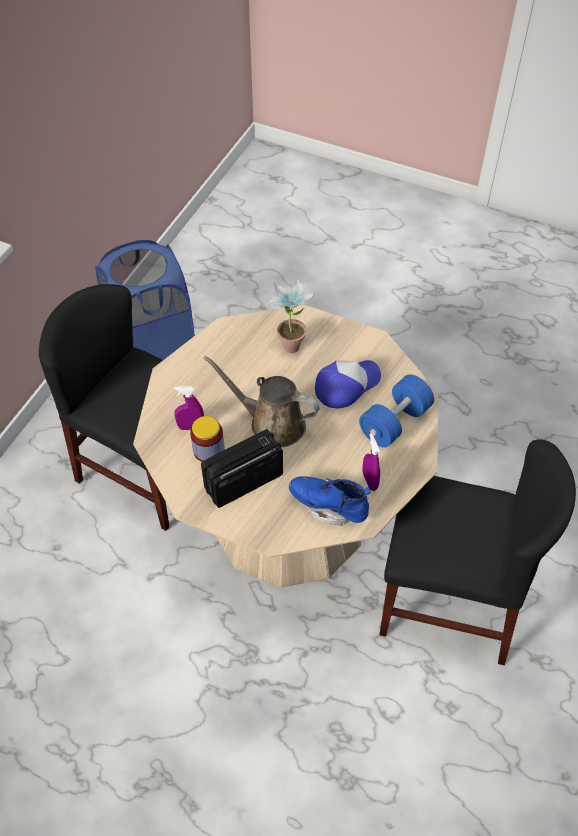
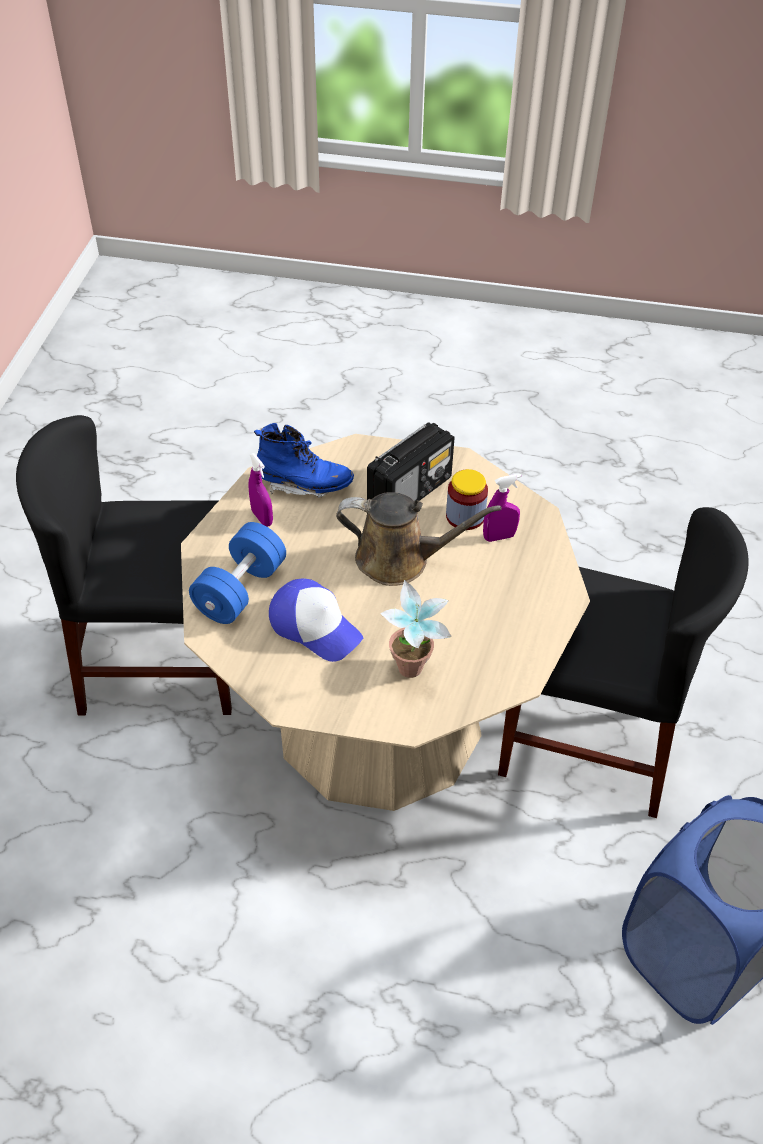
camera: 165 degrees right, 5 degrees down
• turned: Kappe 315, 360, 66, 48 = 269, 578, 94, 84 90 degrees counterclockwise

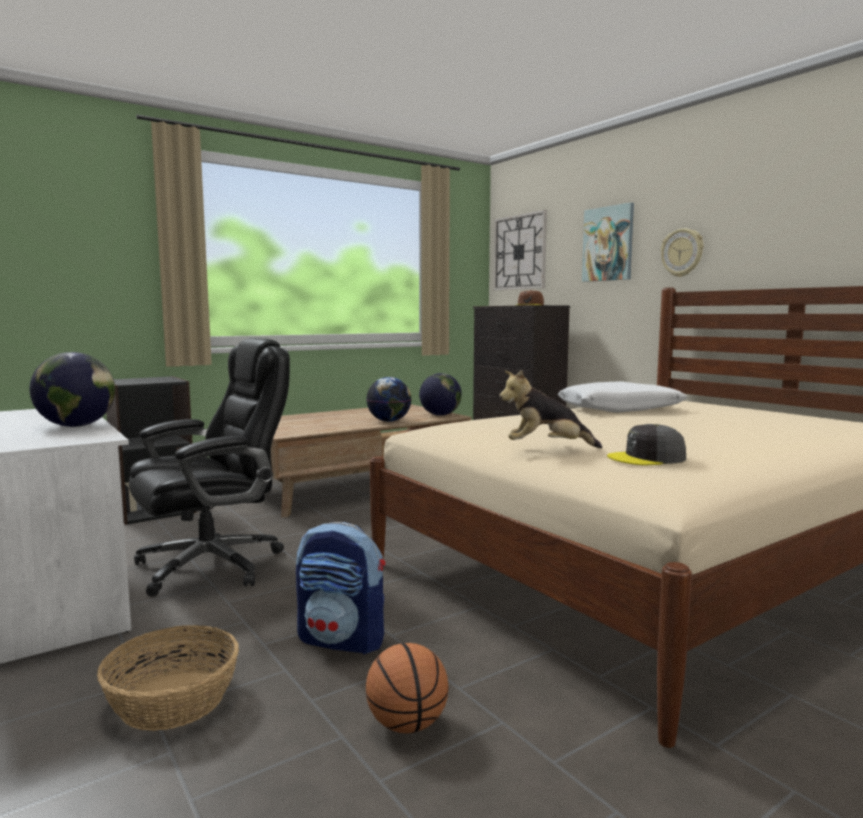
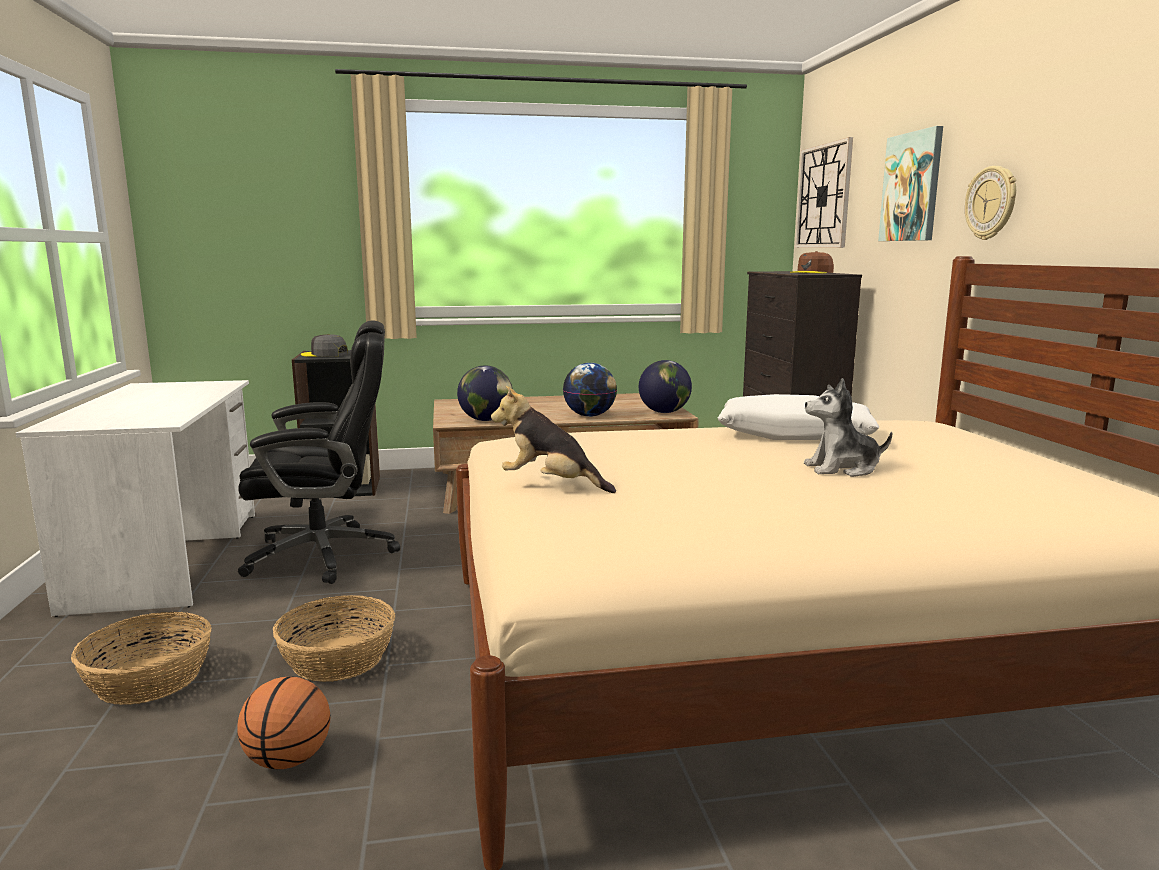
camera: 25 degrees right, 5 degrees up
• moved: Globus 30, 352, 85, 75 to 457, 365, 56, 56
• replaced: Rucksack 296, 522, 89, 132 to Korb 273, 595, 122, 87
• moved: Kappe (grau) 607, 424, 79, 42 to 301, 334, 47, 23
• added: Plüschtier 804, 378, 88, 99

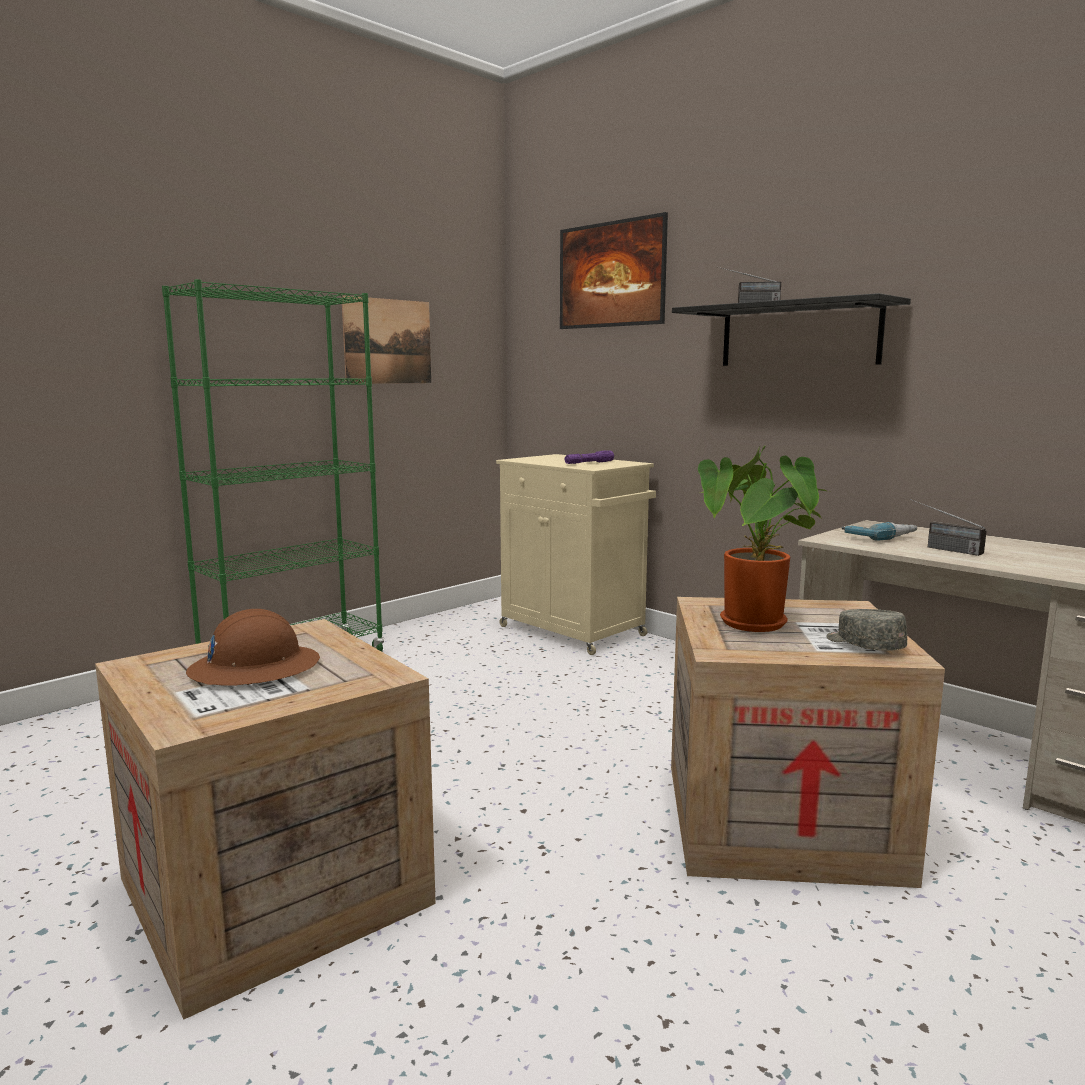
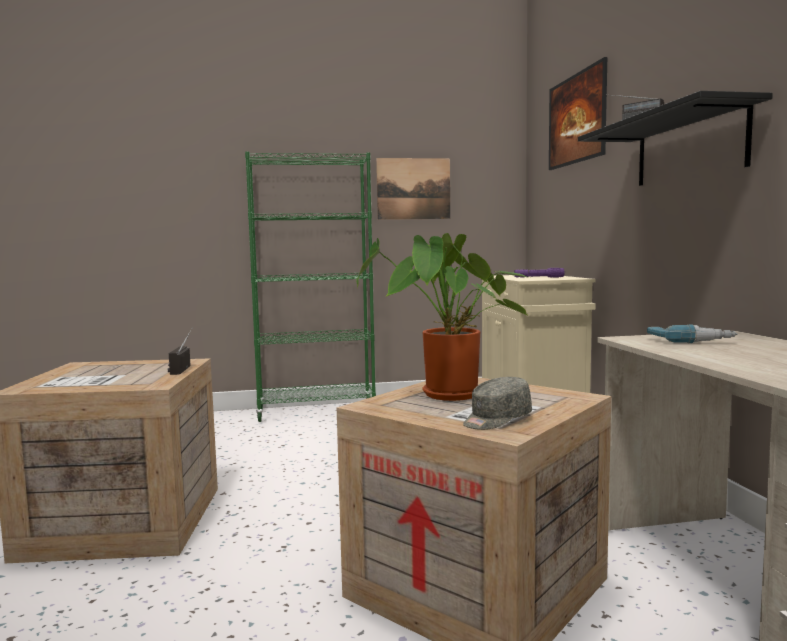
camera: 35 degrees right, 5 degrees down
• removed: Schutzhelm (braun) 186, 609, 134, 77
• turned: Kappe (grau) 827, 609, 80, 42 = 463, 377, 69, 53 135 degrees counterclockwise
• moved: Radio 910, 499, 76, 57 to 168, 327, 25, 48

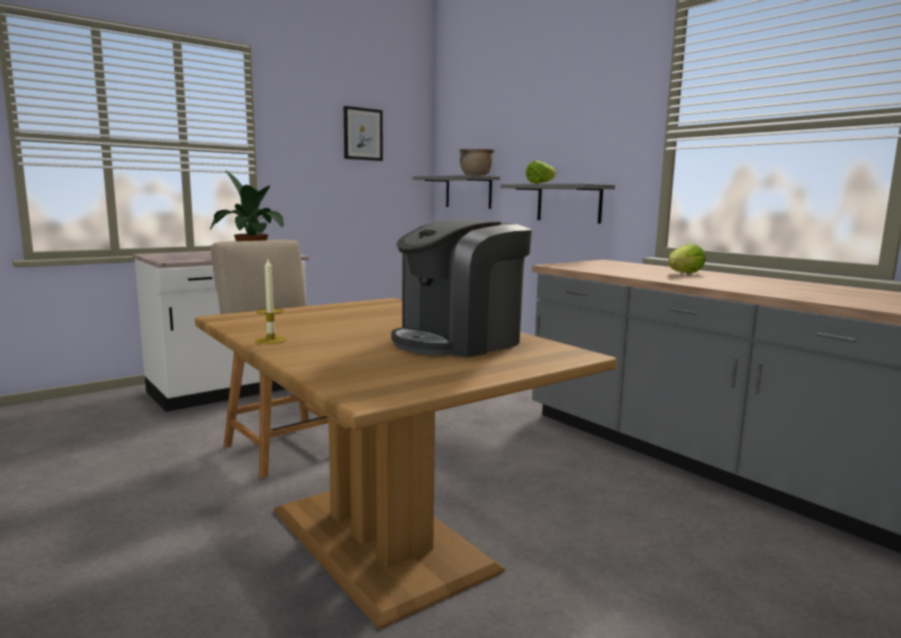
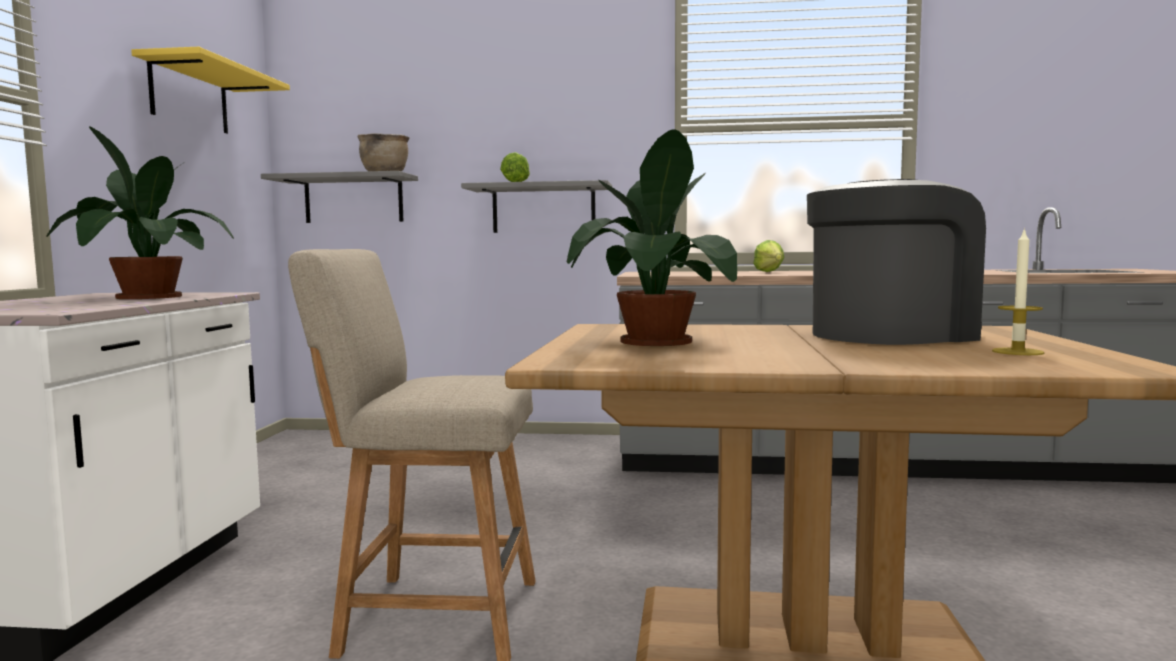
camera: 45 degrees left, 5 degrees down
• moved: Kerze 255, 259, 32, 85 to 992, 228, 52, 127
• replaced: Bild 344, 106, 39, 55 to Wandregal (gelb) 131, 47, 159, 86
• turned: Kaffeemaschine 391, 220, 141, 137 = 807, 179, 179, 166 120 degrees counterclockwise
• added: Topfpflanze 567, 130, 170, 216

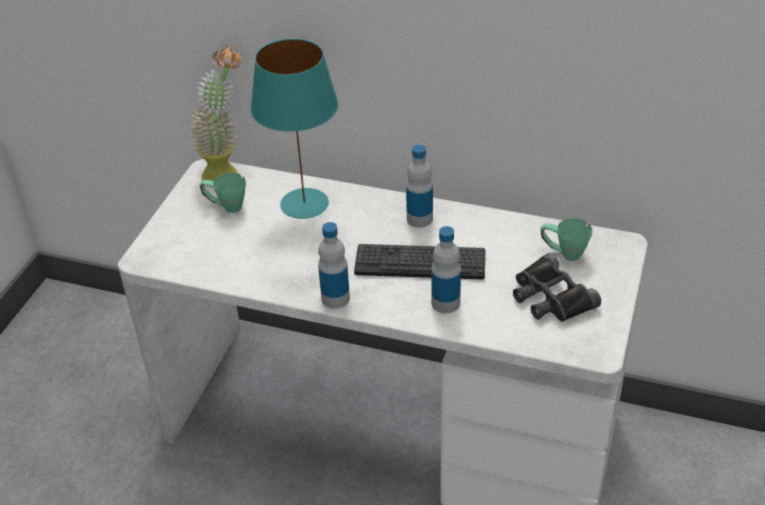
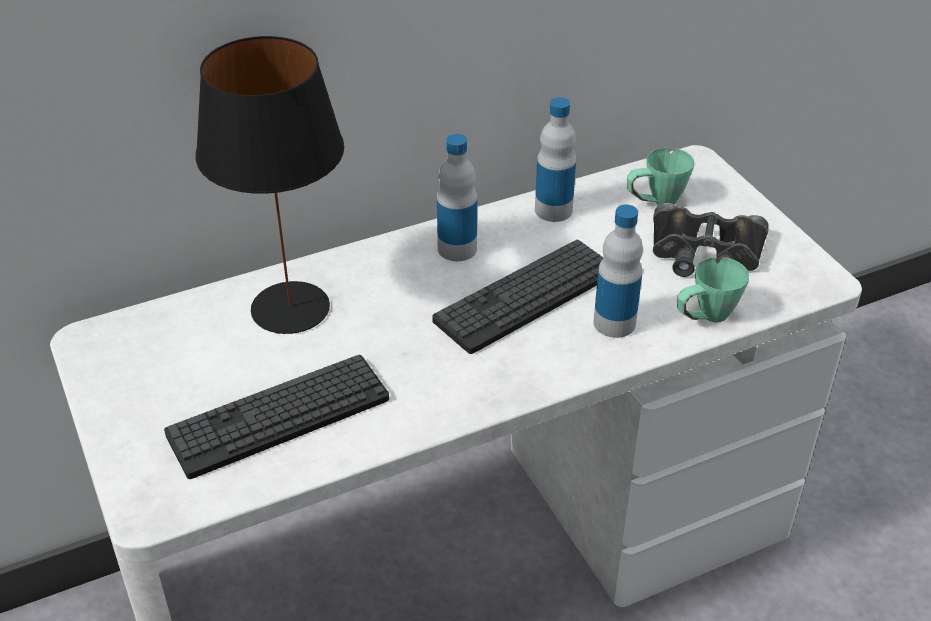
camera: 45 degrees left, 0 degrees up
• removed: Topfpflanze 189, 45, 53, 136
• moved: Henkelbecher (grün) 199, 173, 47, 40 to 677, 257, 72, 65
• recoloured: Tischlampe (türkis) 250, 39, 88, 180 to Tischlampe (schwarz) 196, 36, 148, 298
• moved: Flasche 318, 222, 32, 87 to 535, 97, 41, 125
• added: Tastatur 164, 355, 225, 124

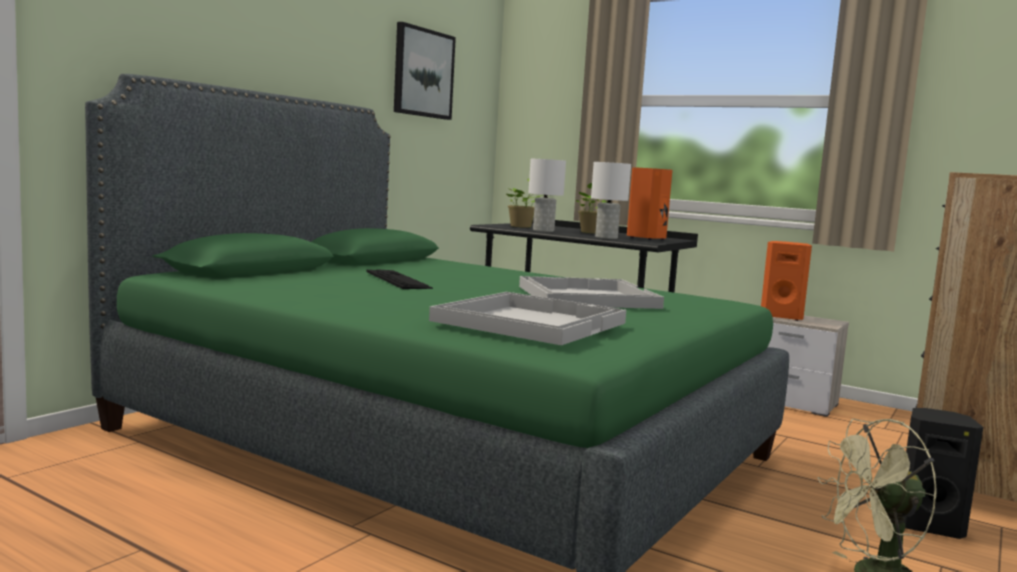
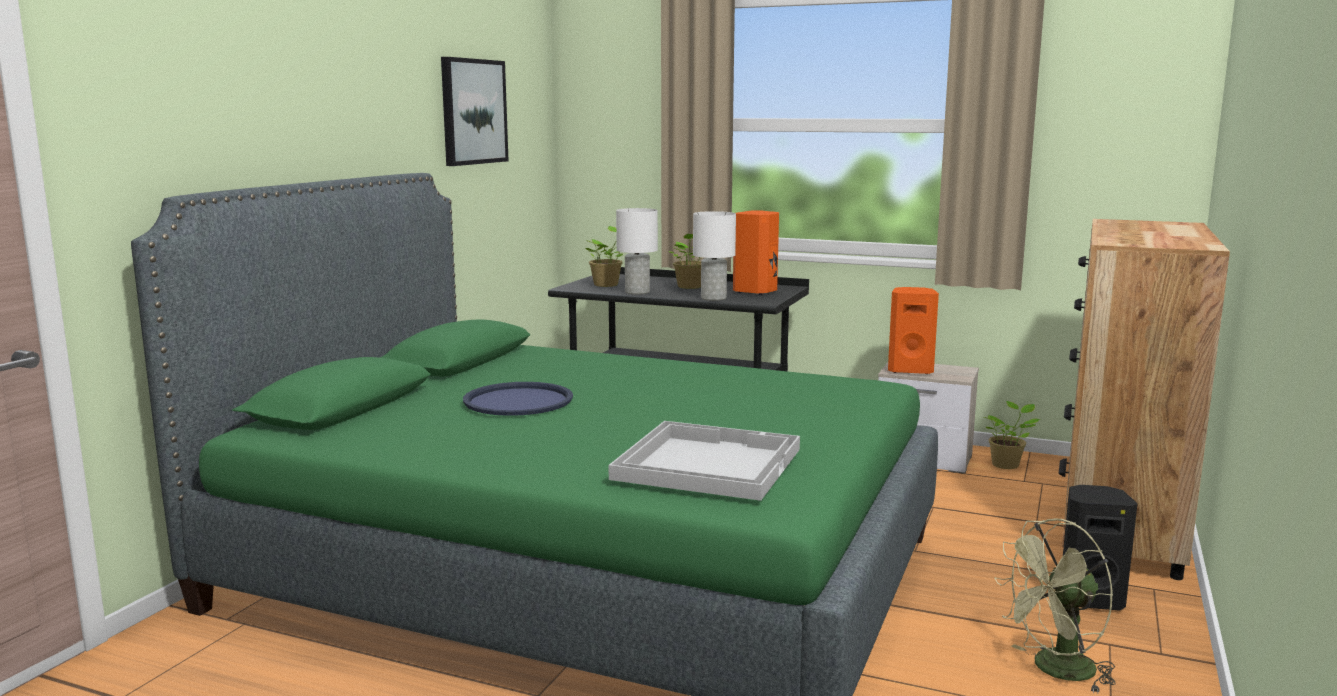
camera: 10 degrees left, 5 degrees up
• replaced: Tastatur 366, 269, 67, 20 to Tablett (blau) 463, 382, 110, 34
• removed: Tablett (weiß) 519, 276, 145, 33
• added: Topfpflanze 984, 401, 56, 68

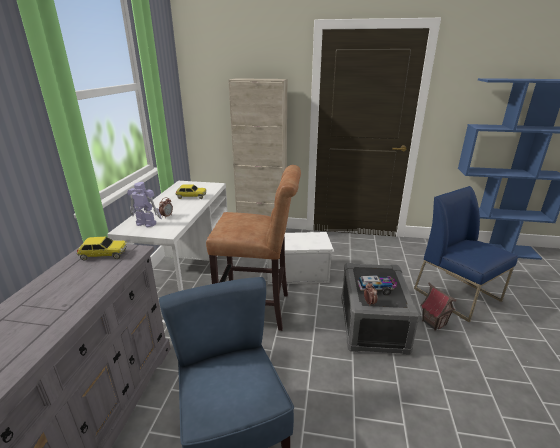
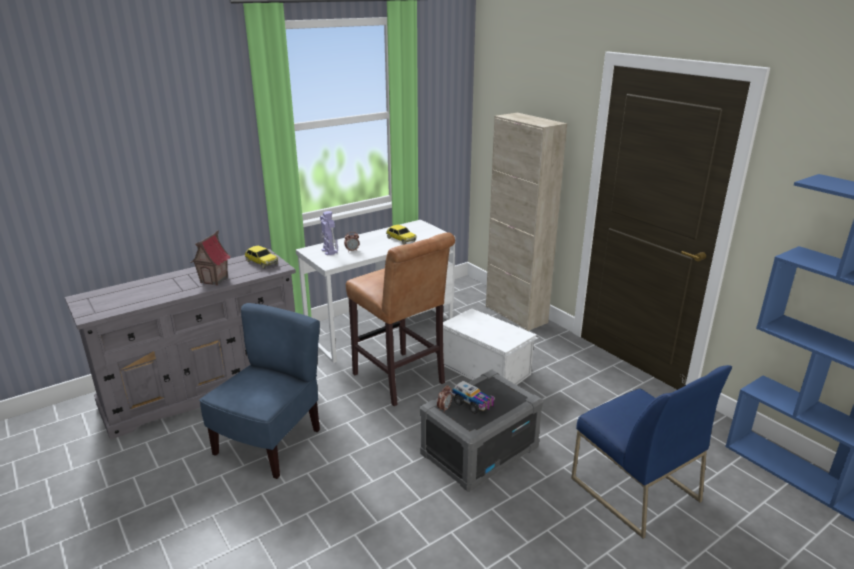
camera: 45 degrees right, 0 degrees up
• turned: Stuhl (blau) 414, 186, 104, 136 = 571, 365, 161, 174 135 degrees clockwise
• moved: Spielzeughaus 421, 282, 36, 49 to 191, 230, 40, 55

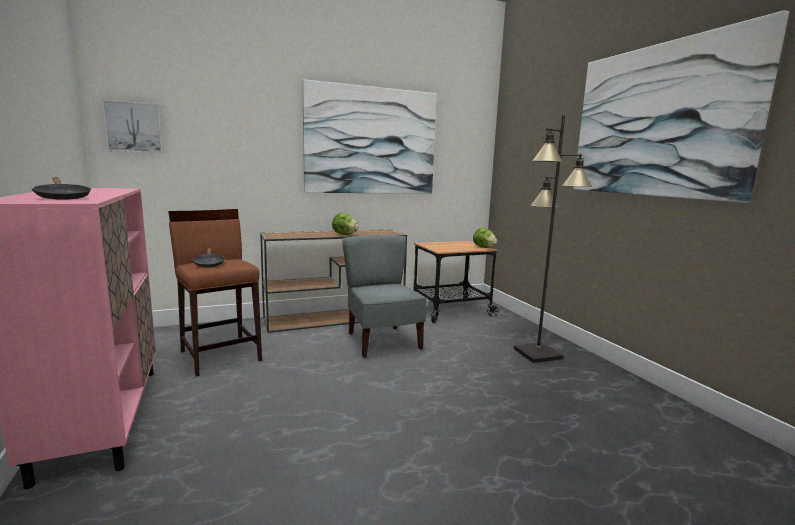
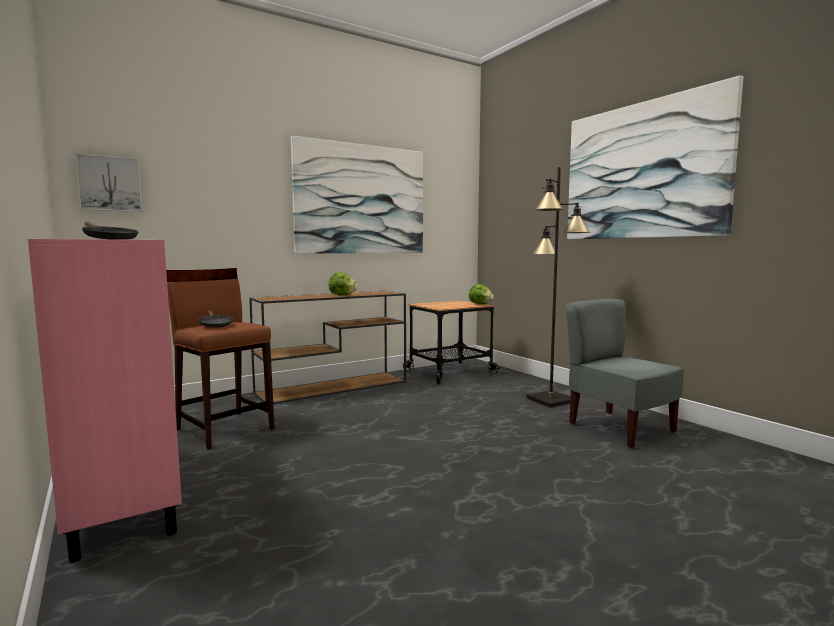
camera: 10 degrees left, 5 degrees down
• moved: Stuhl (grau) 342, 235, 85, 122 to 566, 299, 118, 149

